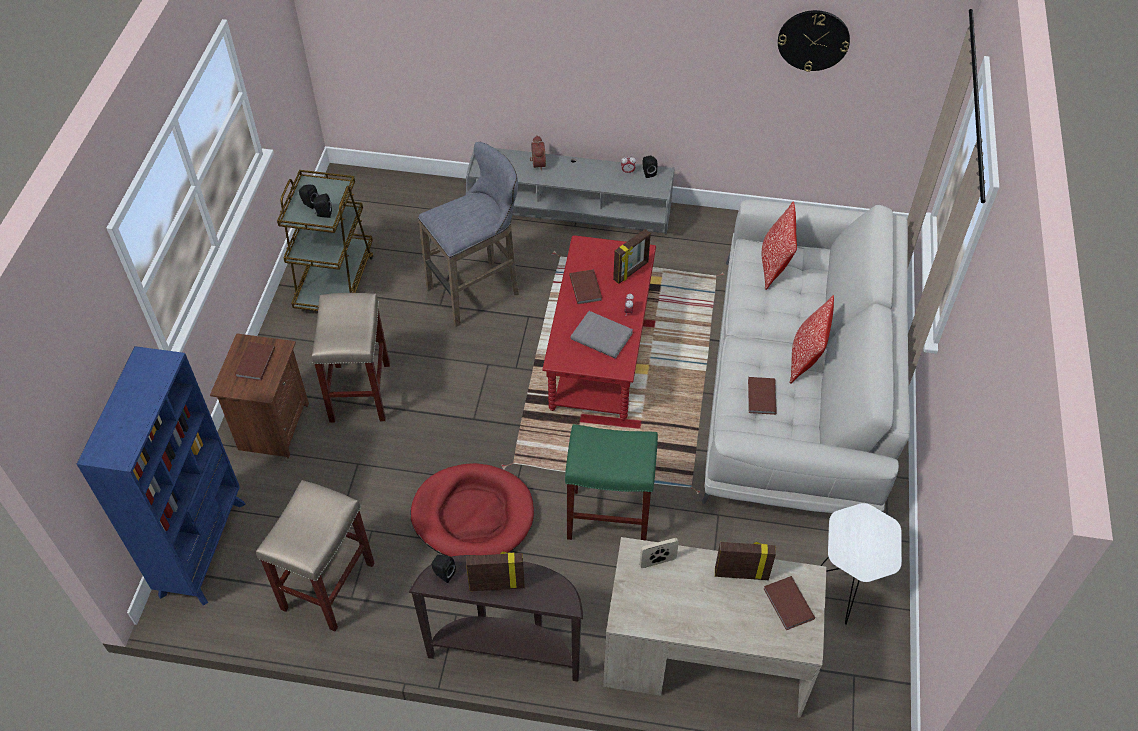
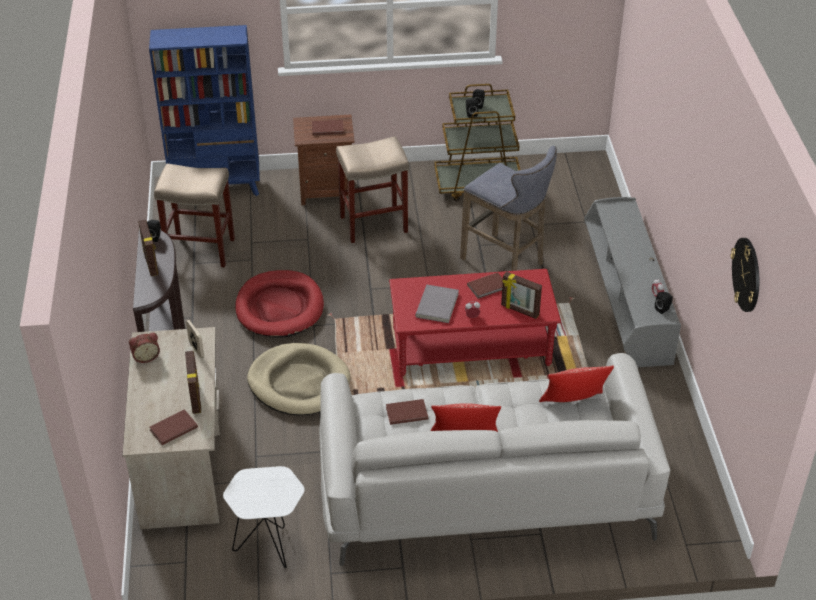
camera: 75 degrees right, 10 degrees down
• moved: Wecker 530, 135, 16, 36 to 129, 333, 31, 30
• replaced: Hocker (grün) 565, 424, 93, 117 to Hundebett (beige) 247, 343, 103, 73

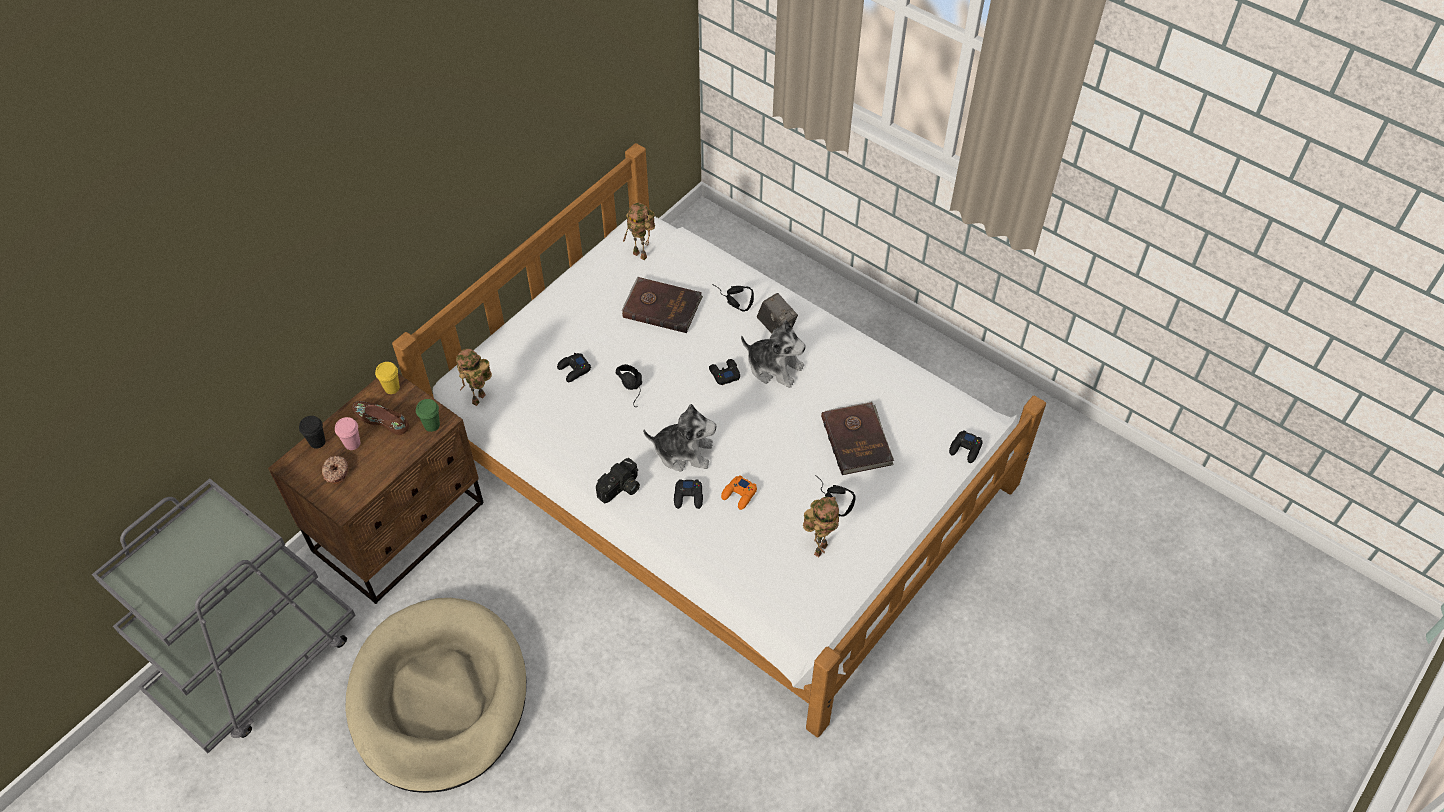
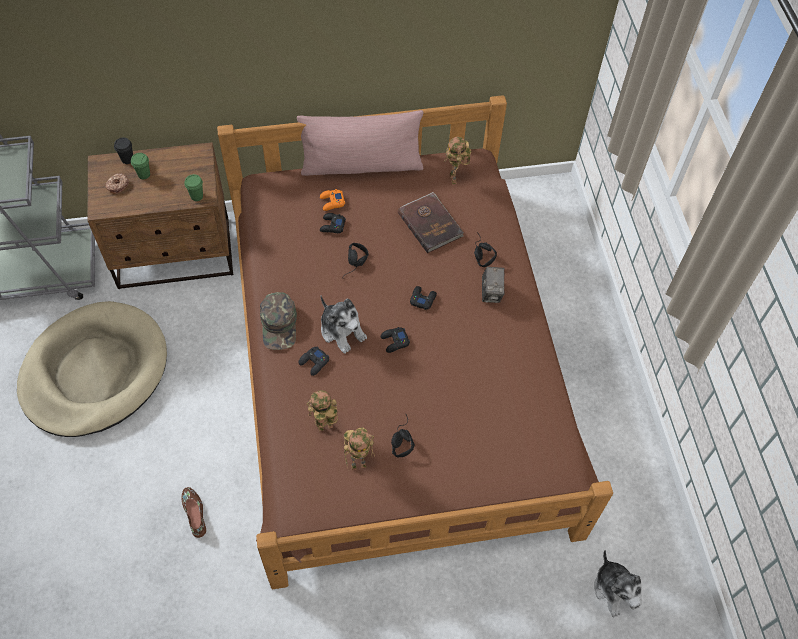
camera: 40 degrees right, 5 degrees up
• recoloured: Tasse (rosa) 335, 417, 25, 33 to Tasse (grün) 131, 153, 19, 27
• moved: Schuh (braun) 352, 401, 57, 34 to 182, 487, 24, 51
• removed: Tasse (gelb) 375, 362, 25, 32
• recoloured: Bett (weiß) 392, 143, 654, 594 to Bett (braun) 217, 95, 396, 494
• moved: Spielzeugroboter 456, 349, 36, 57 to 307, 390, 31, 41
• replaced: Kamera 596, 458, 44, 46 to Kappe (grün) 260, 292, 37, 58
• moved: Gamepad (orange) 721, 476, 36, 34 to 320, 189, 25, 22
• moved: Plüschtier 741, 320, 65, 68 to 594, 550, 48, 68
• removed: Buch (braun) 821, 401, 73, 74
• moved: Gamepad (schwarz) 949, 430, 34, 33 to 381, 327, 29, 26
• added: Kissen (rosa) 297, 110, 127, 66

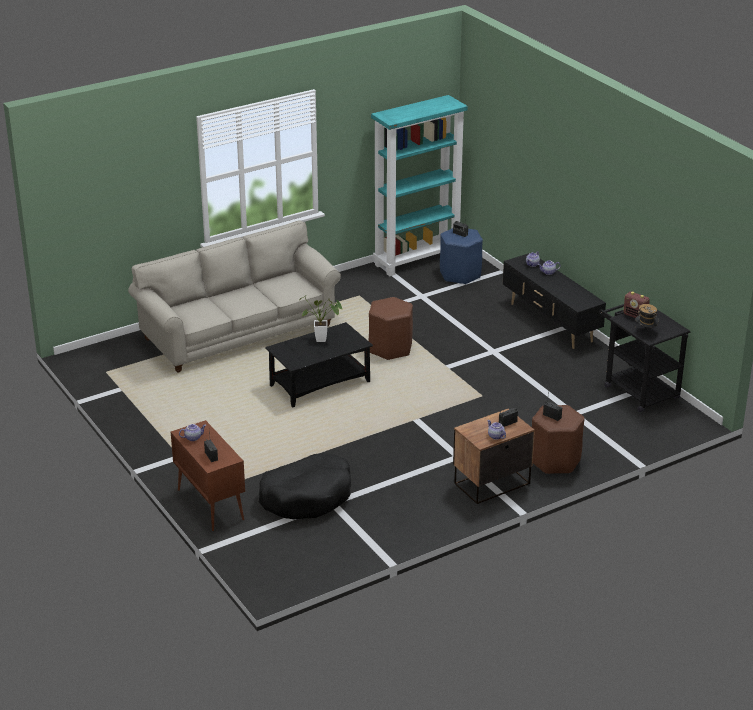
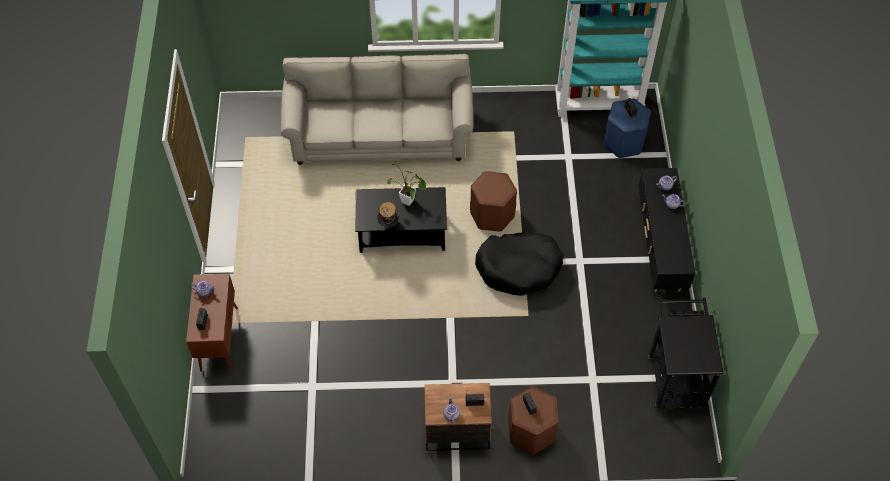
camera: 30 degrees right, 25 degrees up
• moved: Hundebett (schwarz) 259, 453, 92, 66 to 475, 232, 89, 64
• removed: Radio 623, 291, 27, 27
• moved: Hut 635, 304, 24, 24 to 377, 202, 22, 26

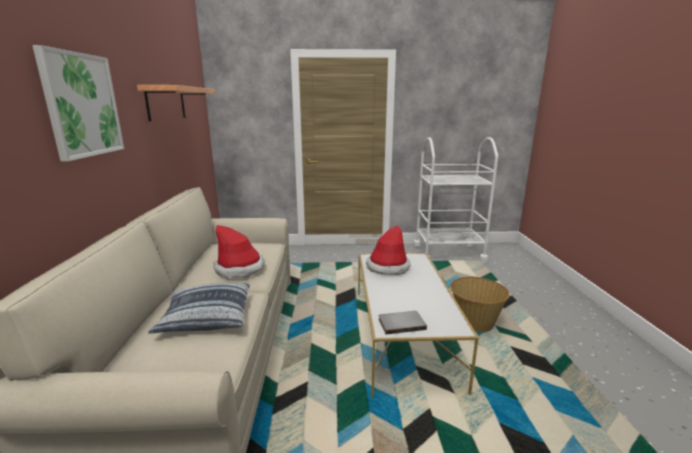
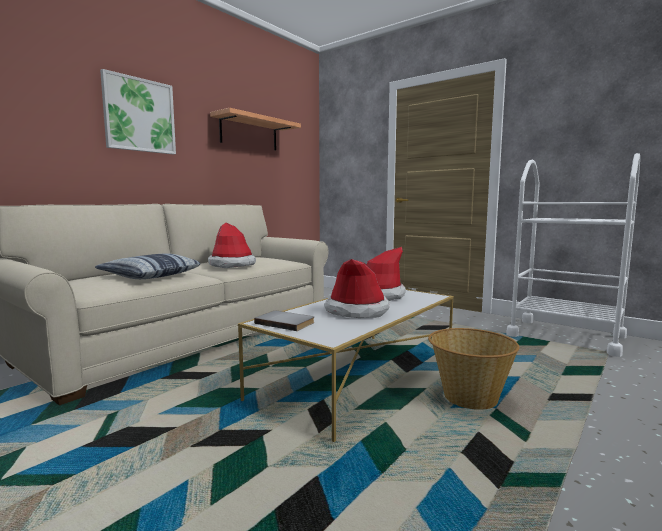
camera: 40 degrees right, 10 degrees down
• added: Hut 324, 259, 65, 59

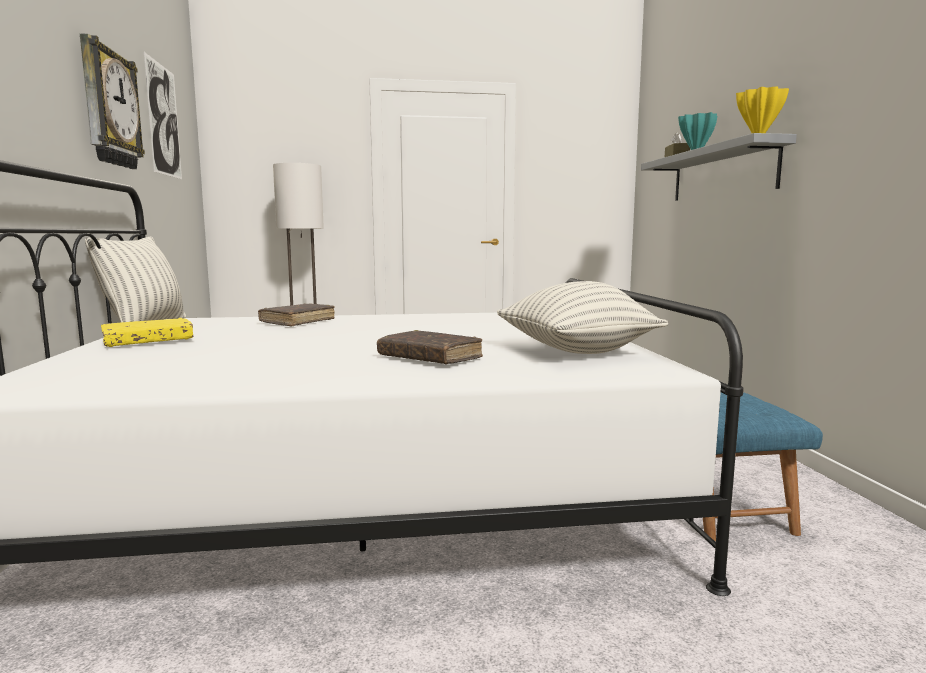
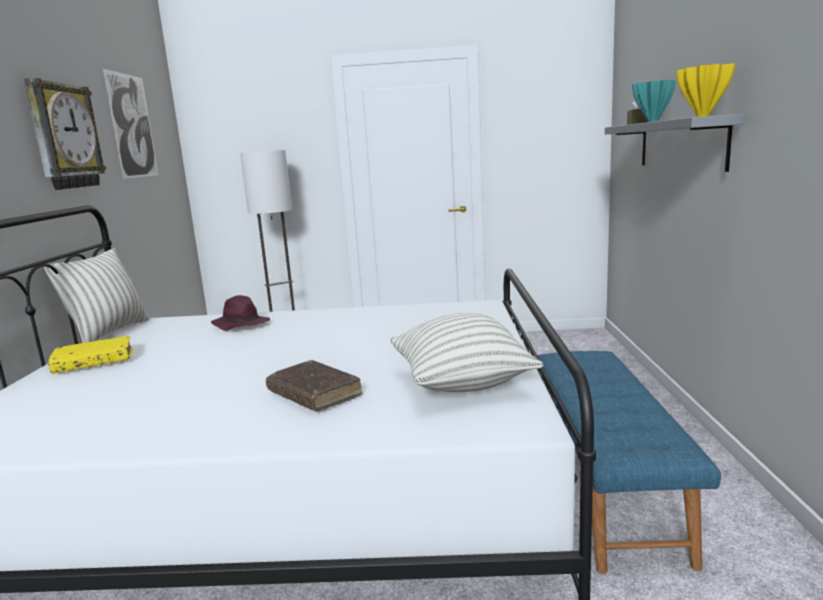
camera: 10 degrees right, 5 degrees up
• replaced: Buch (braun) 258, 303, 77, 24 to Hut (lila) 211, 295, 59, 36

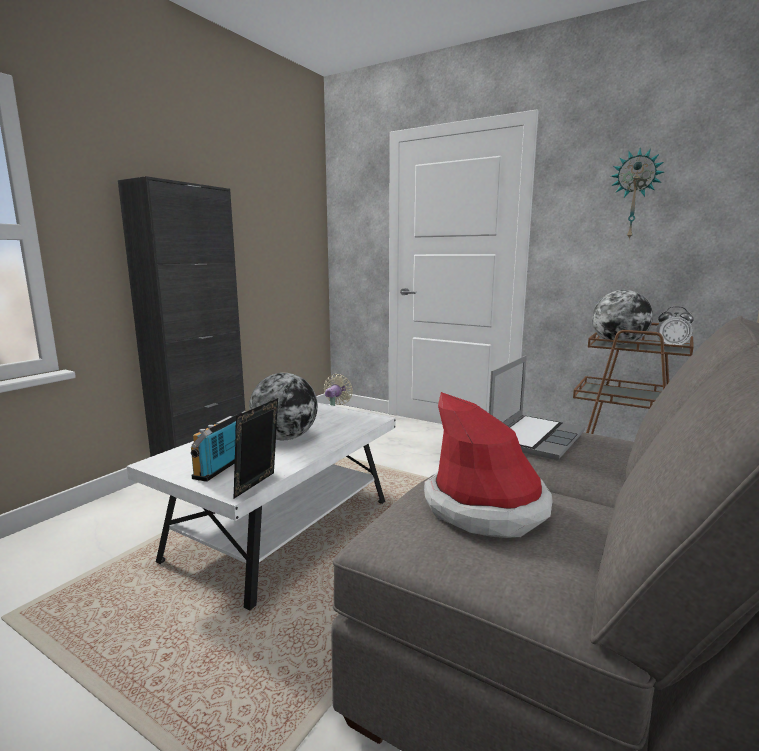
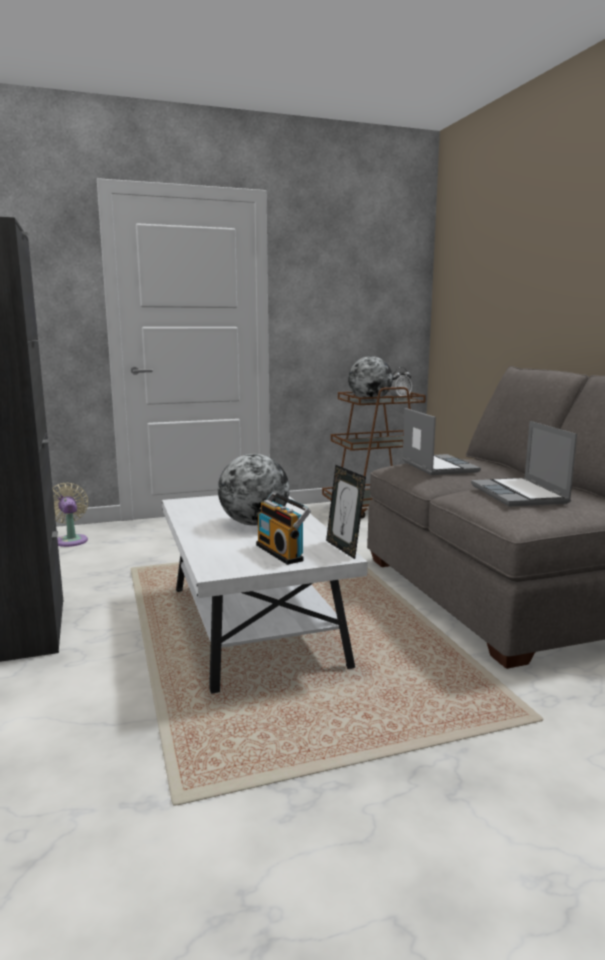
camera: 50 degrees left, 0 degrees up
• replaced: Hut 424, 392, 129, 146 to Laptop 471, 421, 106, 86
• removed: Wanduhr 611, 148, 53, 92

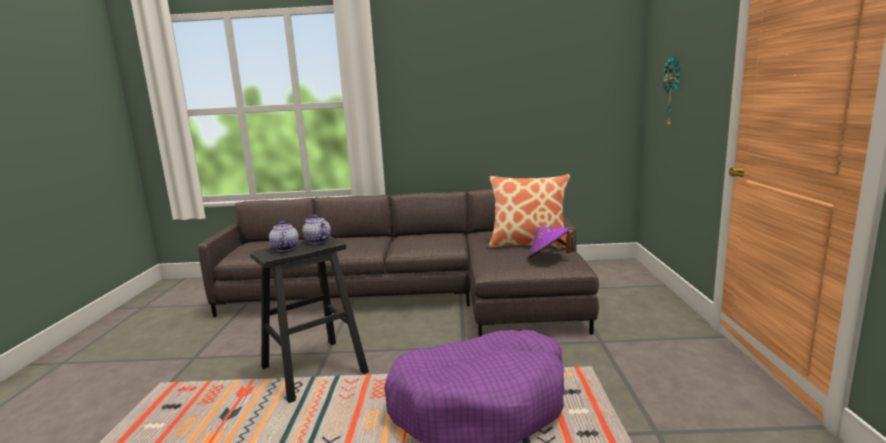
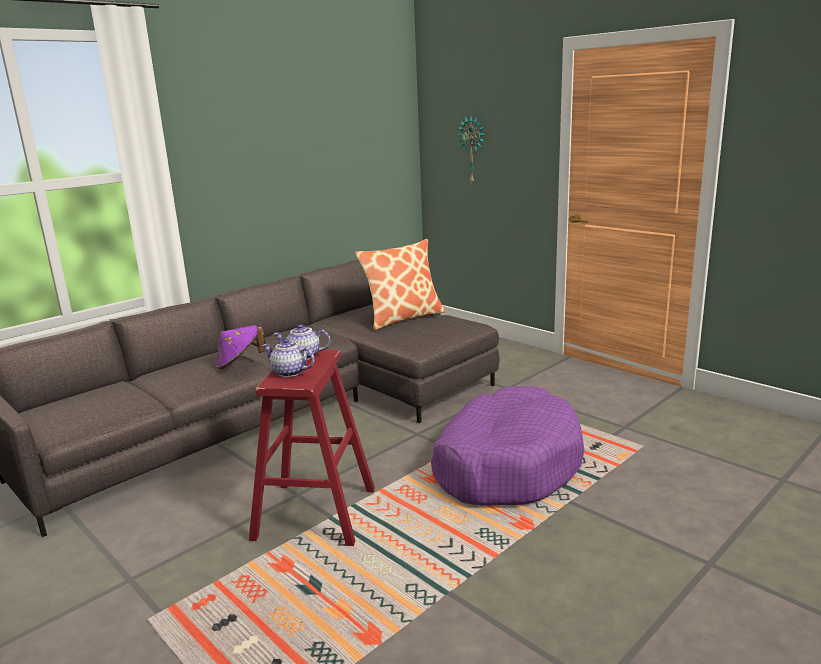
camera: 45 degrees left, 5 degrees up
• recoloured: Hocker (schwarz) 250, 236, 119, 167 to Hocker (rot) 249, 349, 126, 197
• moved: Hut (lila) 528, 227, 46, 31 to 216, 325, 50, 45

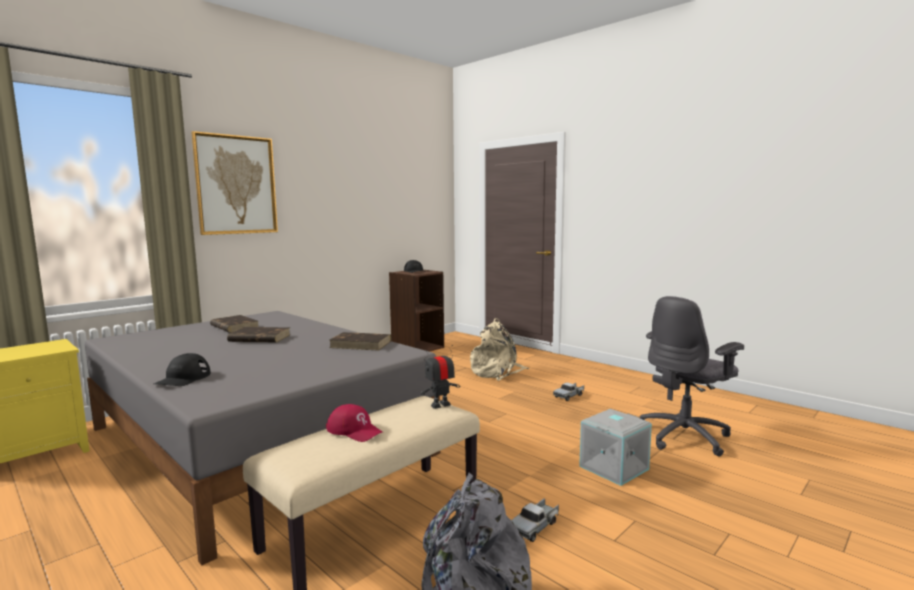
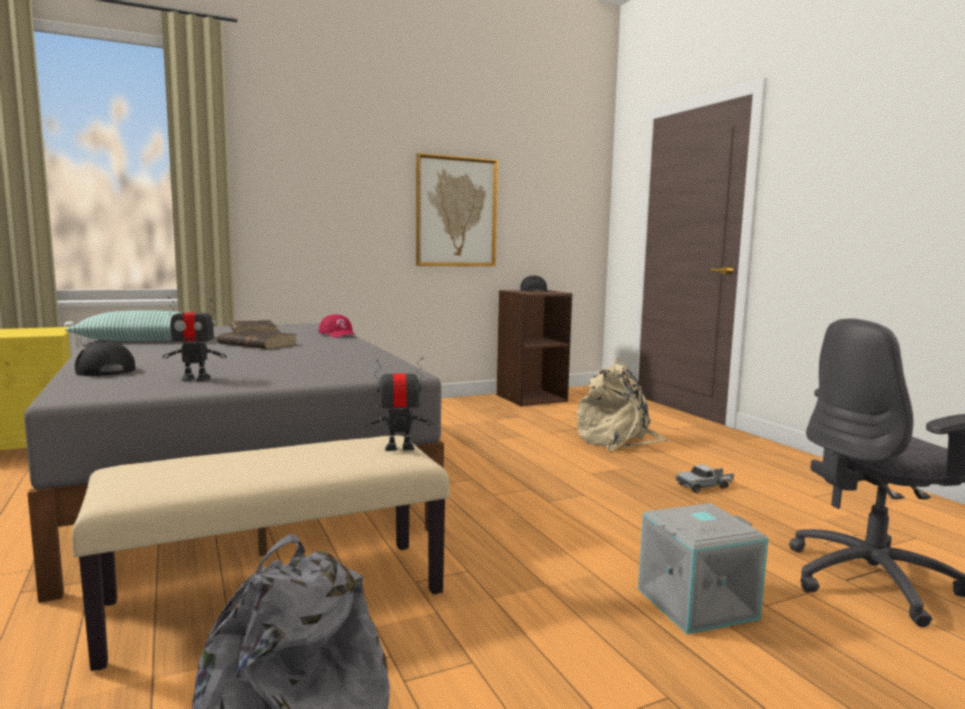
camera: 20 degrees right, 0 degrees up
• turned: Kappe (schwarz) 154, 353, 57, 33 = 74, 342, 61, 34 105 degrees clockwise
• moved: Bild 191, 131, 87, 104 to 416, 153, 82, 113
• moved: Kappe (rot) 326, 404, 57, 38 to 319, 314, 37, 24
• removed: Buch (braun) 330, 332, 62, 19
• removed: Spielzeuglaster 511, 498, 48, 44
• added: Kissen 65, 310, 151, 31
• added: Spielzeugroboter 163, 297, 63, 85

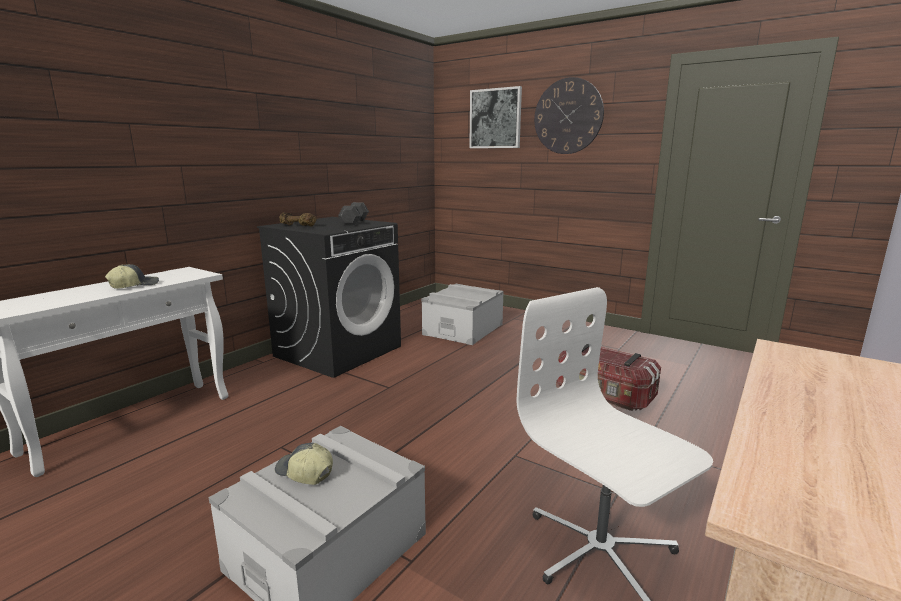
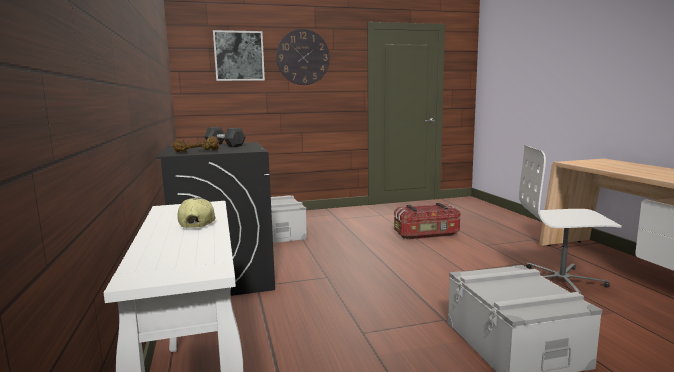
camera: 50 degrees left, 5 degrees down
• removed: Kappe 275, 443, 58, 42

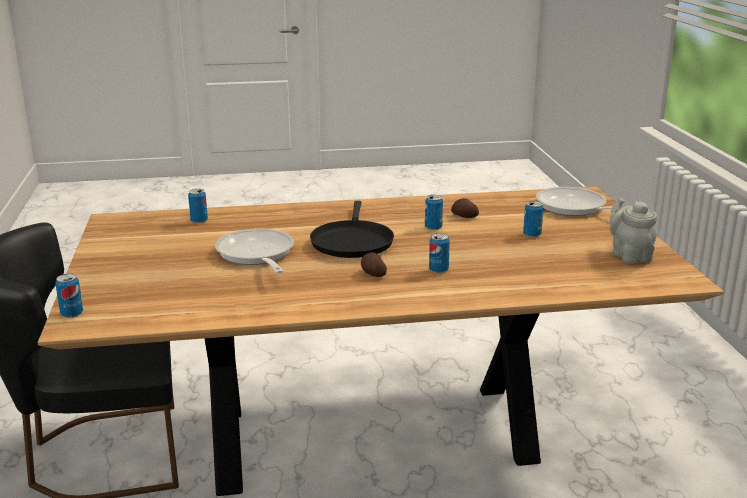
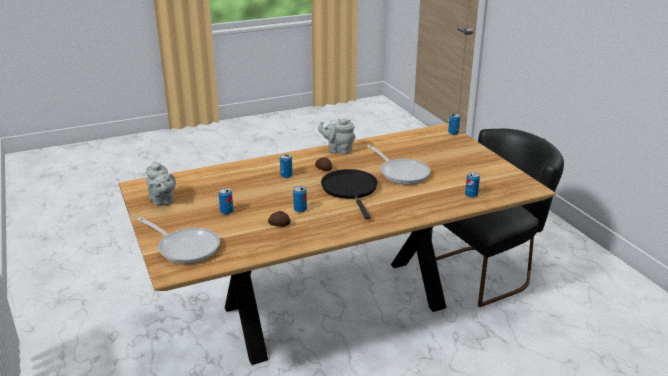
camera: 165 degrees right, 5 degrees up
• added: Teekanne (grau) 318, 118, 37, 36

